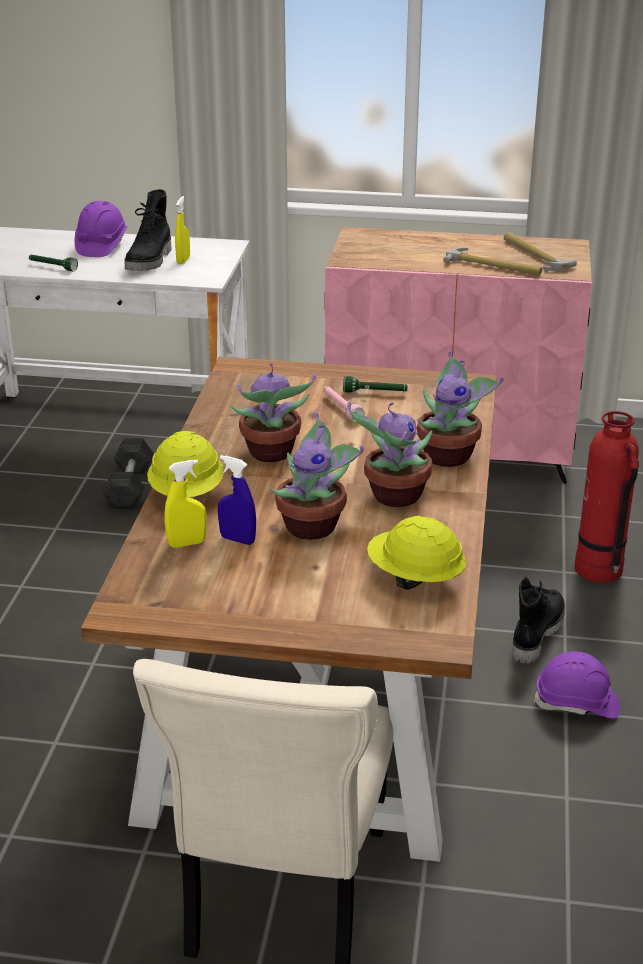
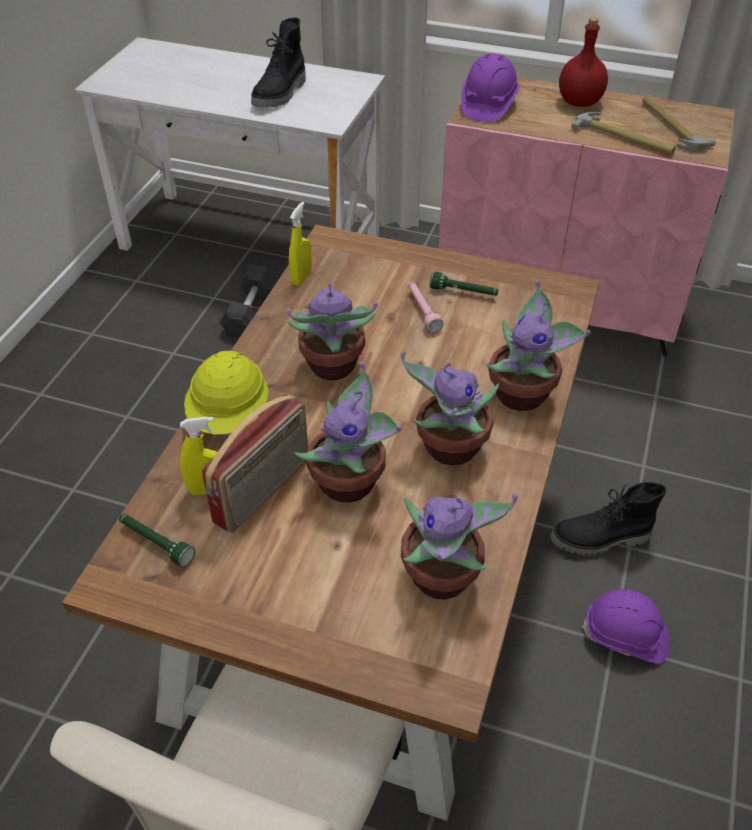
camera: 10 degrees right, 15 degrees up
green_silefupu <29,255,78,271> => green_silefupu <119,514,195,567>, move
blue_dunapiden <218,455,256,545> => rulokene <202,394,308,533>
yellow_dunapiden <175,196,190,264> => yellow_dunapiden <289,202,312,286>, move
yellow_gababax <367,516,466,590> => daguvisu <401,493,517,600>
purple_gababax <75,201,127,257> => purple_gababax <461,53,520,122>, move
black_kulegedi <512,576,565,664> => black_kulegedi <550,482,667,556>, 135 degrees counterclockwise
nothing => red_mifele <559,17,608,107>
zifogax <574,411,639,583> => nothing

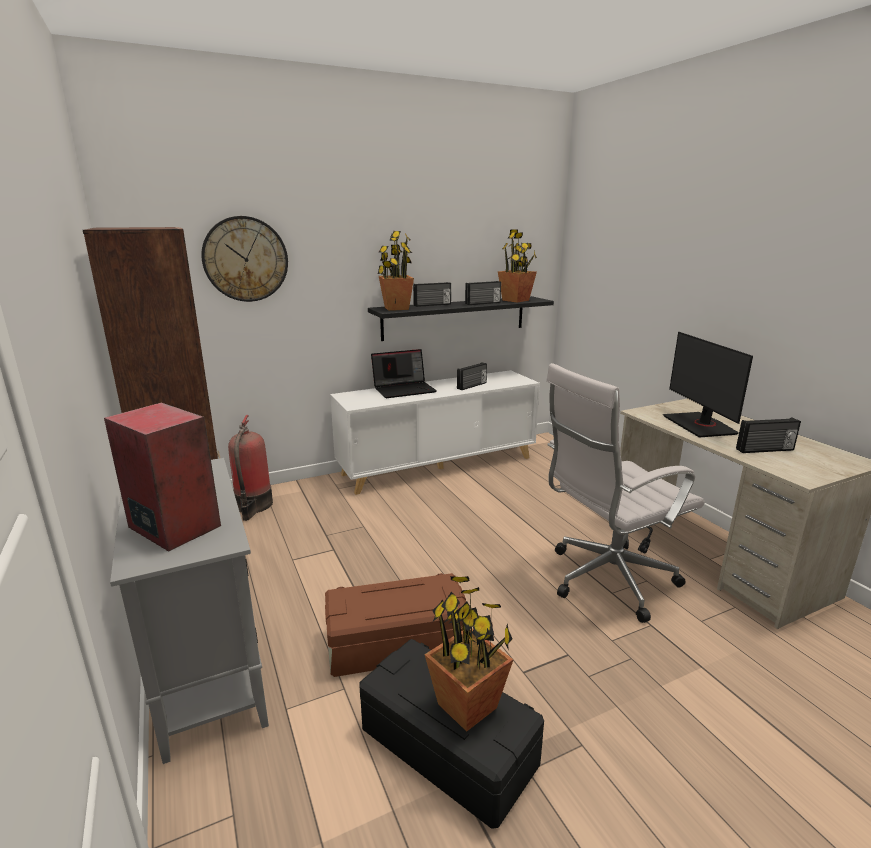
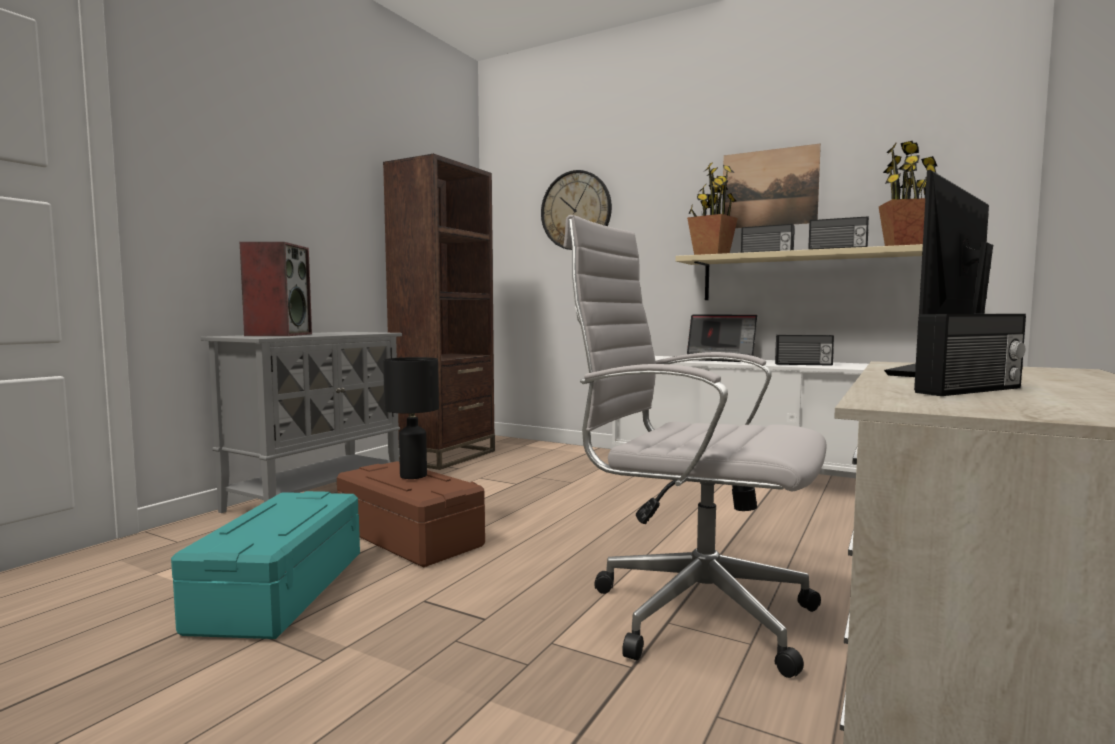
camera: 55 degrees right, 15 degrees down
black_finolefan <360,639,544,829> => turquoise_finolefan <171,491,360,639>
nothing => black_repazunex <383,357,439,479>
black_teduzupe <368,296,554,341> => beige_teduzupe <675,244,923,300>
nothing => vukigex <722,144,821,228>
rulokene <736,418,801,453> => rulokene <914,314,1026,396>, 75 degrees counterclockwise
zifogax <228,415,273,521> => nothing
daguvisu <424,576,513,732> => nothing

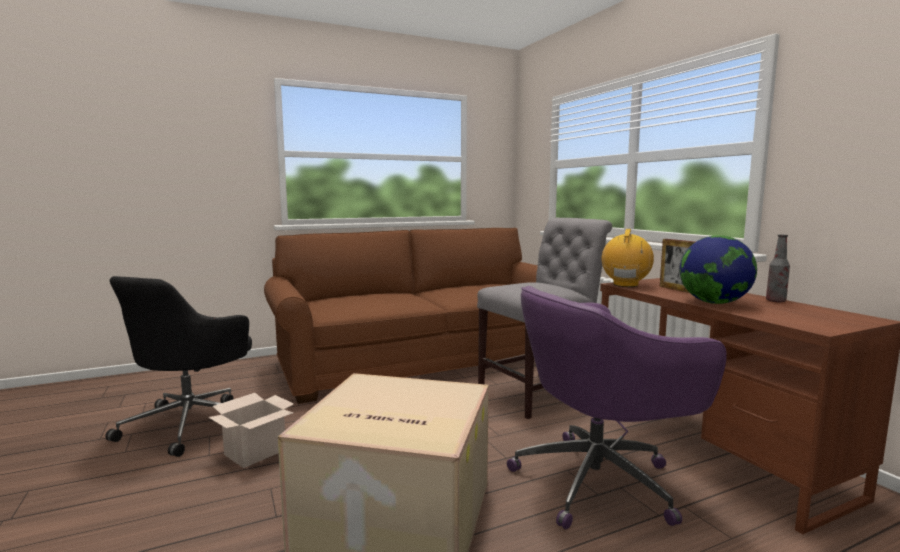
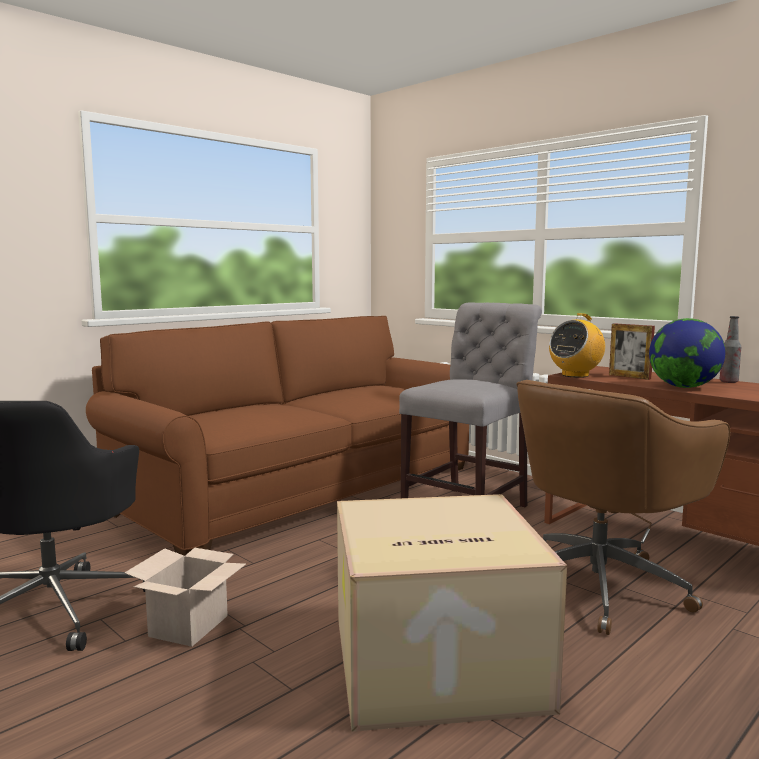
camera: 20 degrees left, 0 degrees up
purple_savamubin <507,286,727,529> => brown_savamubin <516,380,730,635>
rulokene <602,229,654,287> => rulokene <549,313,605,378>, 135 degrees counterclockwise

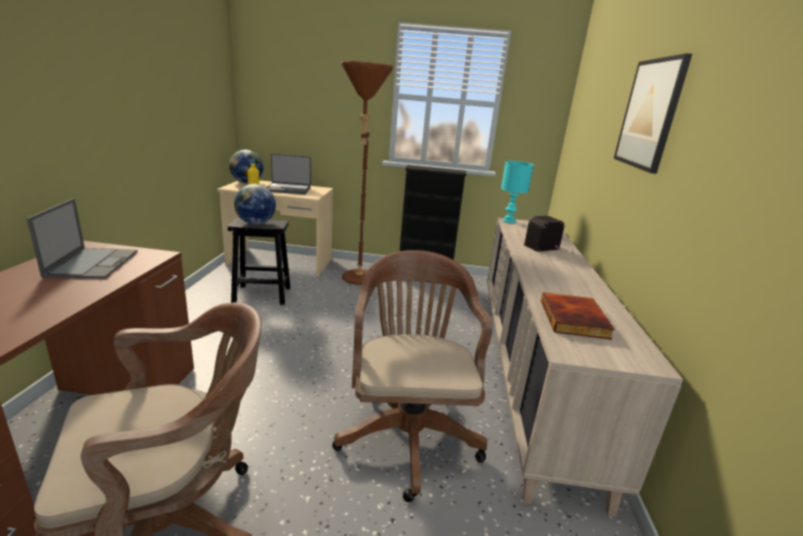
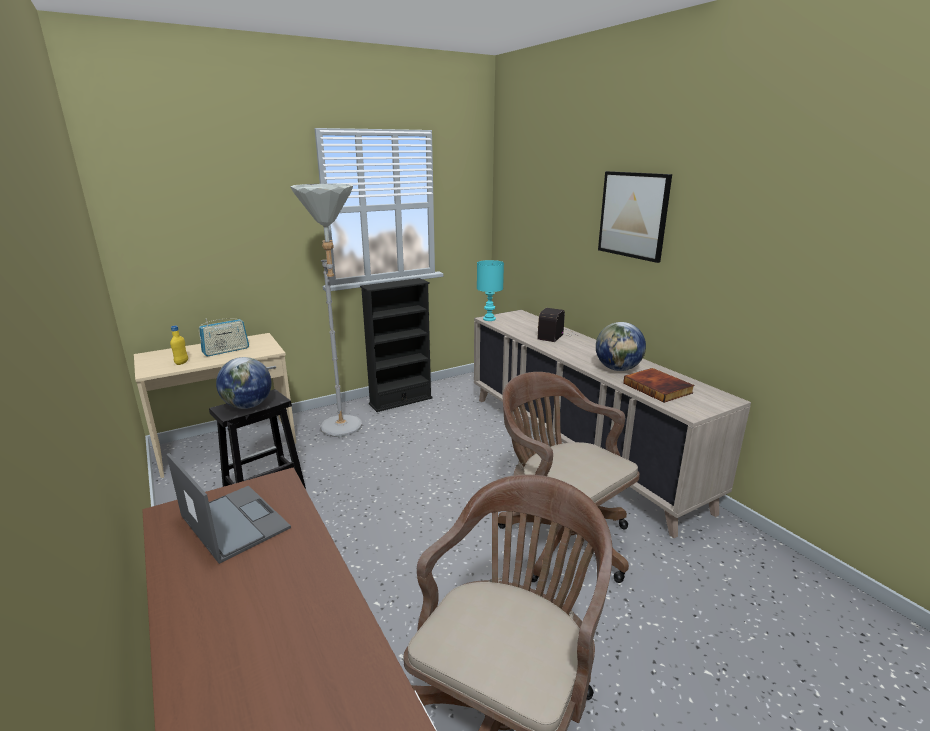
camera: 35 degrees left, 0 degrees up
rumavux <266,154,311,195> => rulokene <199,318,249,356>
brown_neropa <341,61,393,285> => grey_neropa <291,184,362,437>
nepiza <229,150,263,183> => nepiza <596,322,646,371>, move

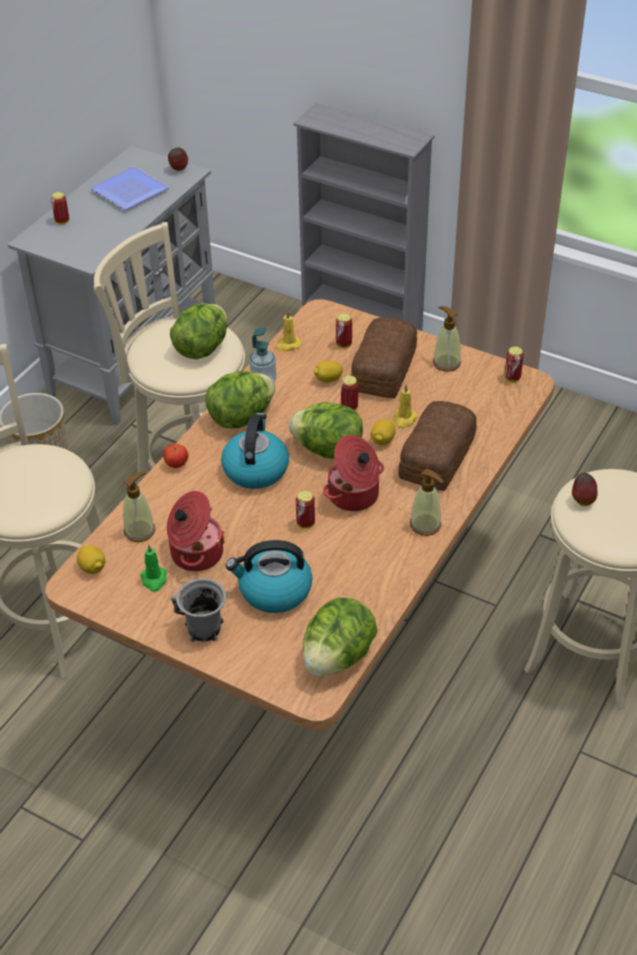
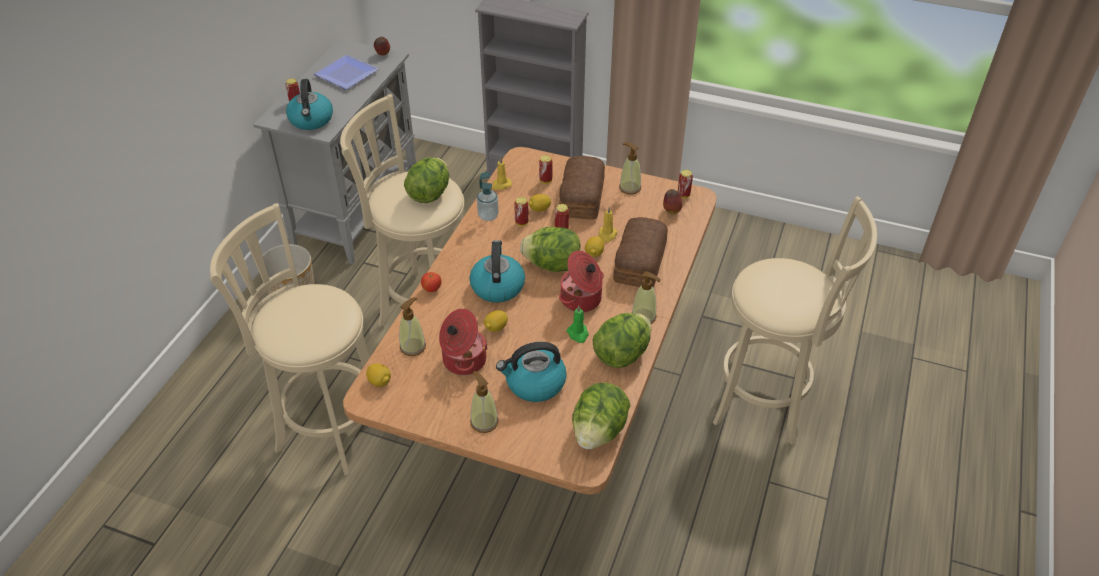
camera: 10 degrees left, 0 degrees up
nothing => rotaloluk <286,79,333,130>
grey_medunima <171,578,226,642> => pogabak <470,371,498,433>
nothing => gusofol <484,310,508,332>
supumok <296,491,315,529> => supumok <514,197,529,226>, move
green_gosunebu <140,544,167,592> => green_gosunebu <567,305,588,343>, move
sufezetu <205,371,275,429> => sufezetu <593,313,652,368>, move
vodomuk <572,473,598,506> => vodomuk <663,189,682,215>, move

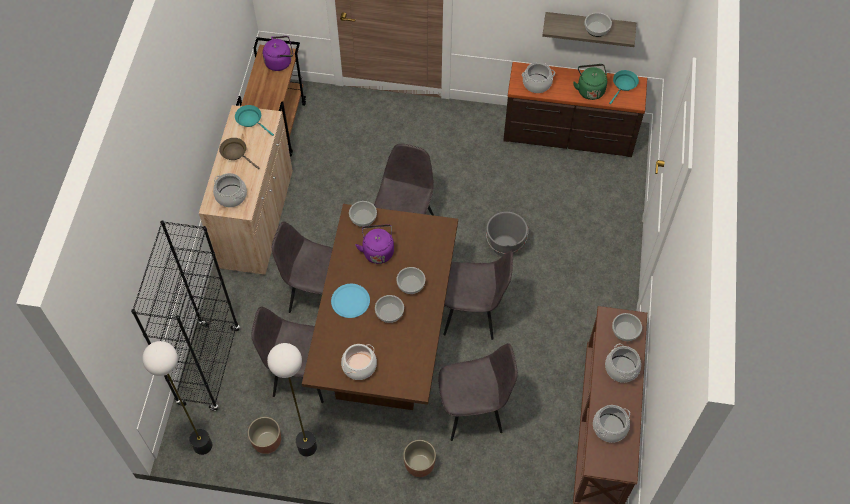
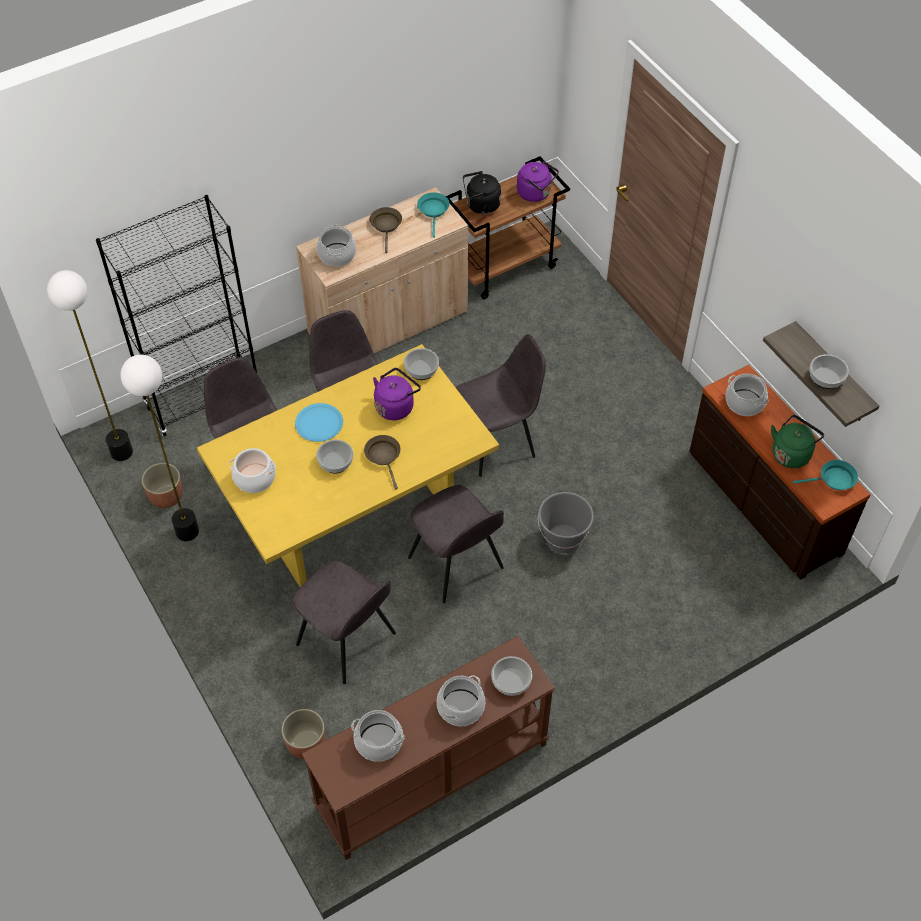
camera: 50 degrees right, 5 degrees down
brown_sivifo <302,204,458,410> => yellow_sivifo <197,344,499,587>
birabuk <403,440,436,477> => birabuk <281,709,325,759>, move
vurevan <396,267,425,294> => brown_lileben <364,435,400,489>
nothing => black_rotaloluk <463,171,501,214>

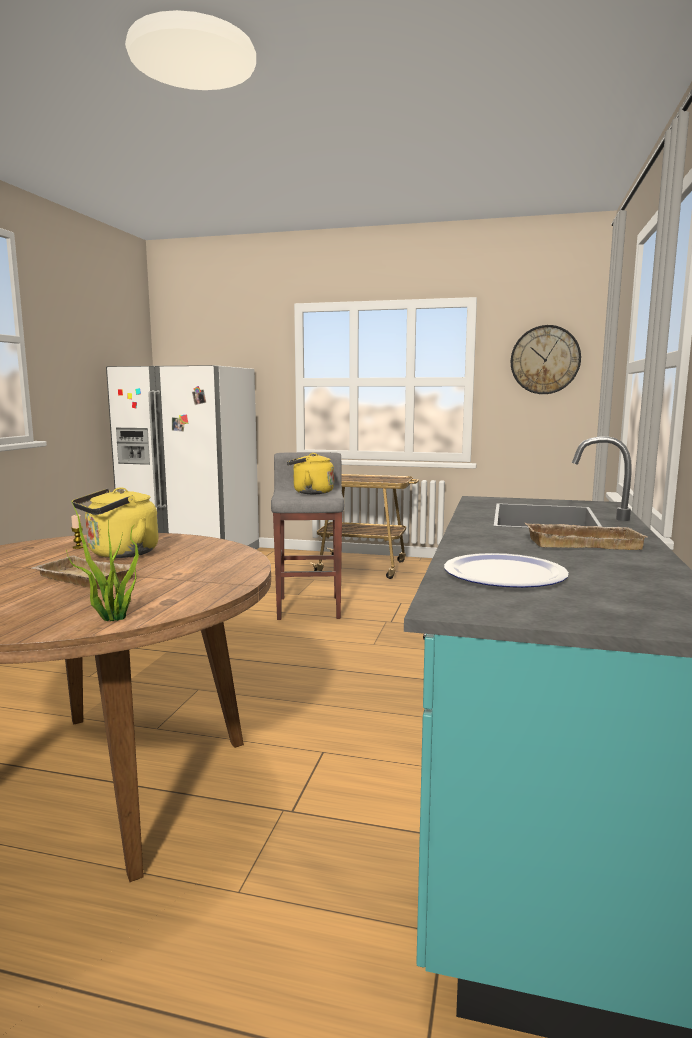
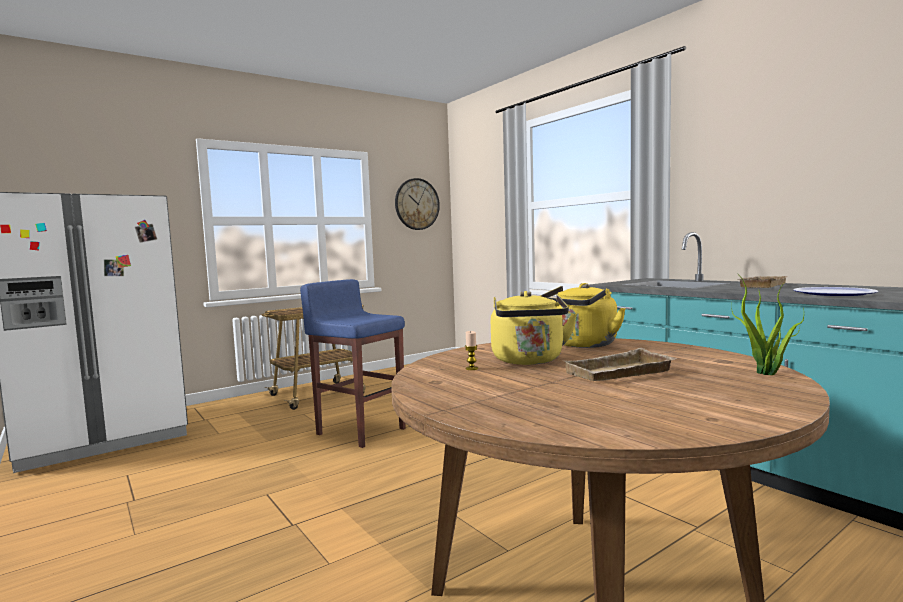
camera: 50 degrees left, 5 degrees down
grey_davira <271,452,344,620> => blue_davira <300,279,406,448>
yellow_rotaloluk <287,453,334,494> => yellow_rotaloluk <541,283,626,348>, move

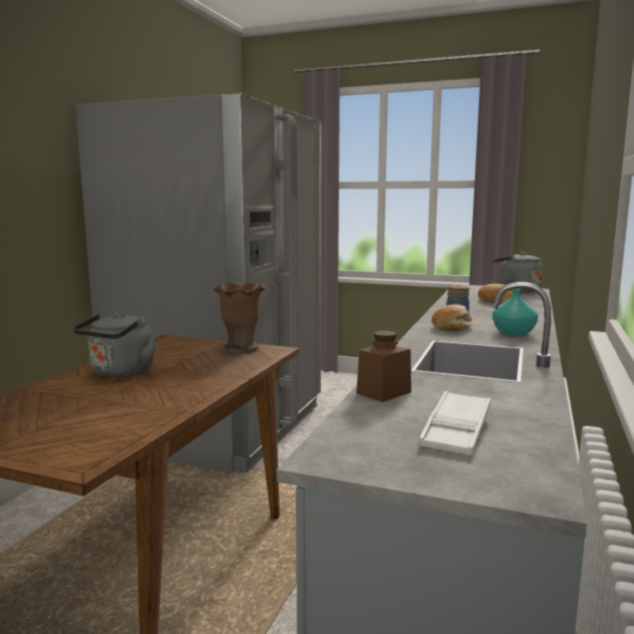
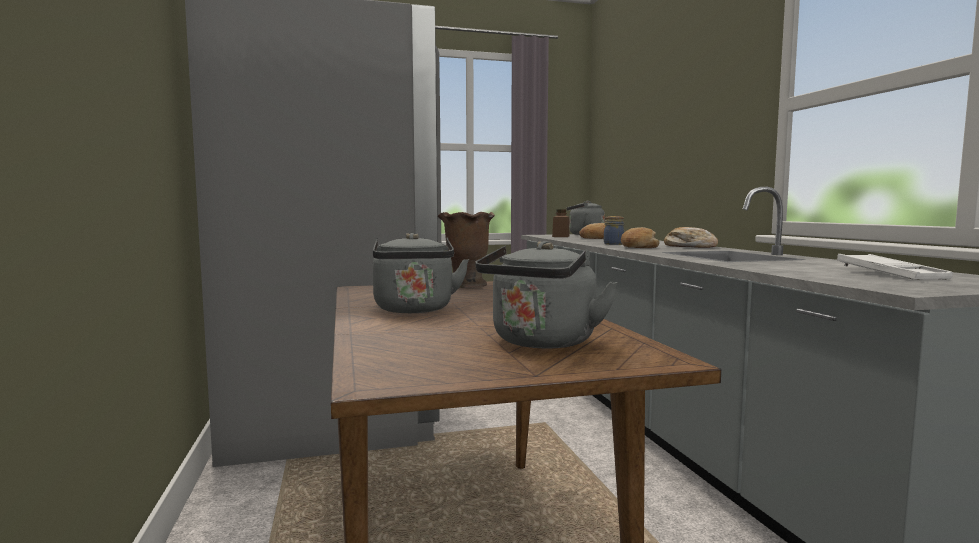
camera: 35 degrees left, 5 degrees down
nothing => grey_rotaloluk <475,241,618,349>
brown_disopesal <356,331,411,402> => brown_disopesal <552,210,569,237>, move
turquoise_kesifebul <492,288,538,336> => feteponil <664,227,718,248>

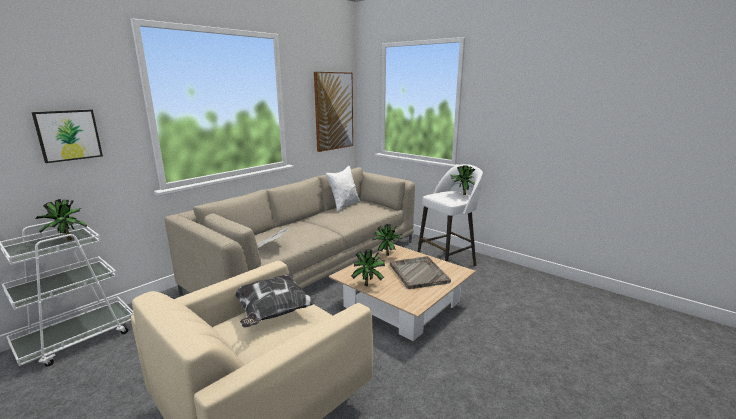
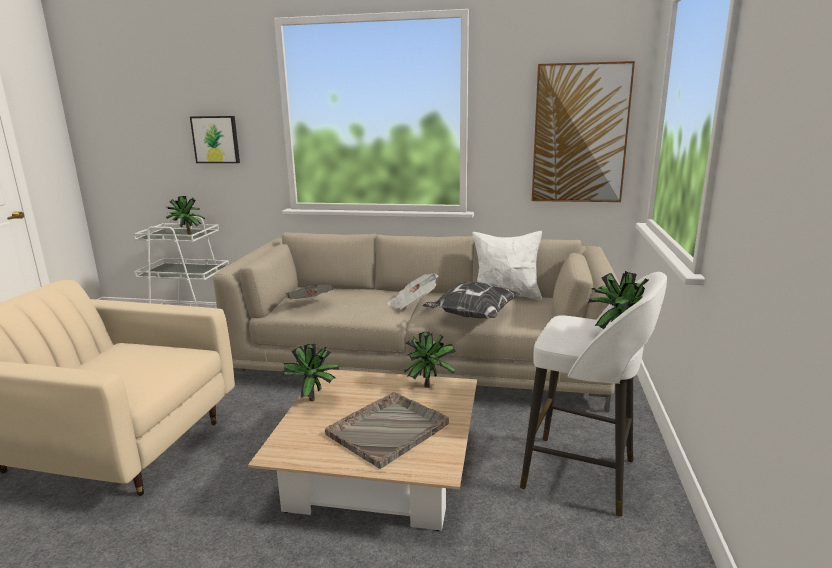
camera: 60 degrees right, 0 degrees up
nothing => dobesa <387,274,439,309>
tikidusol <235,274,318,328> => tikidusol <423,282,520,318>, move

